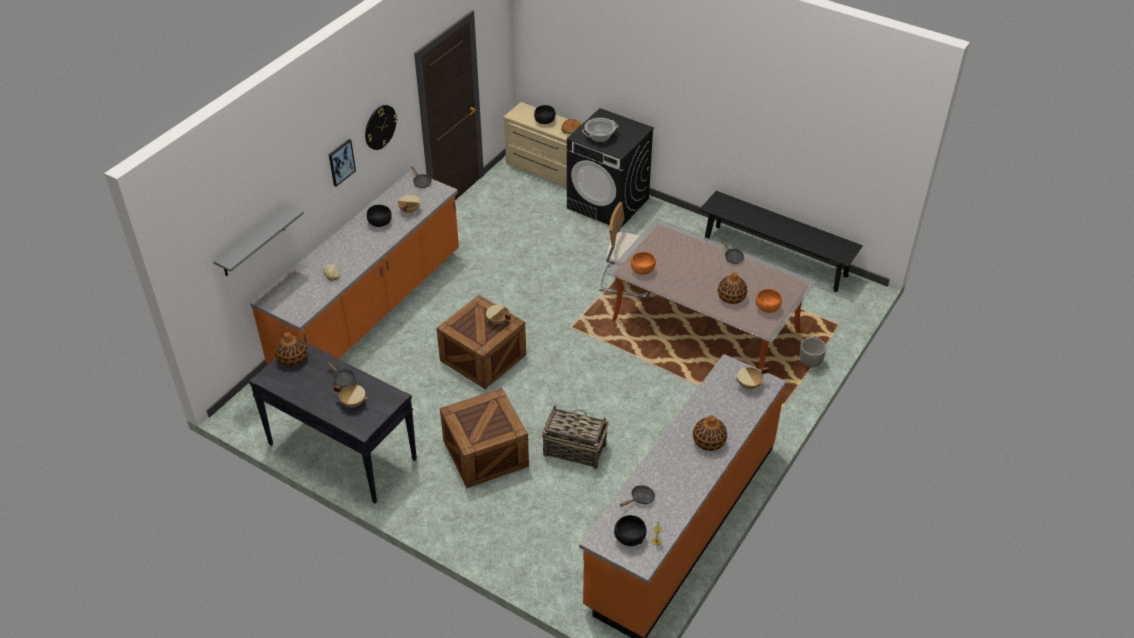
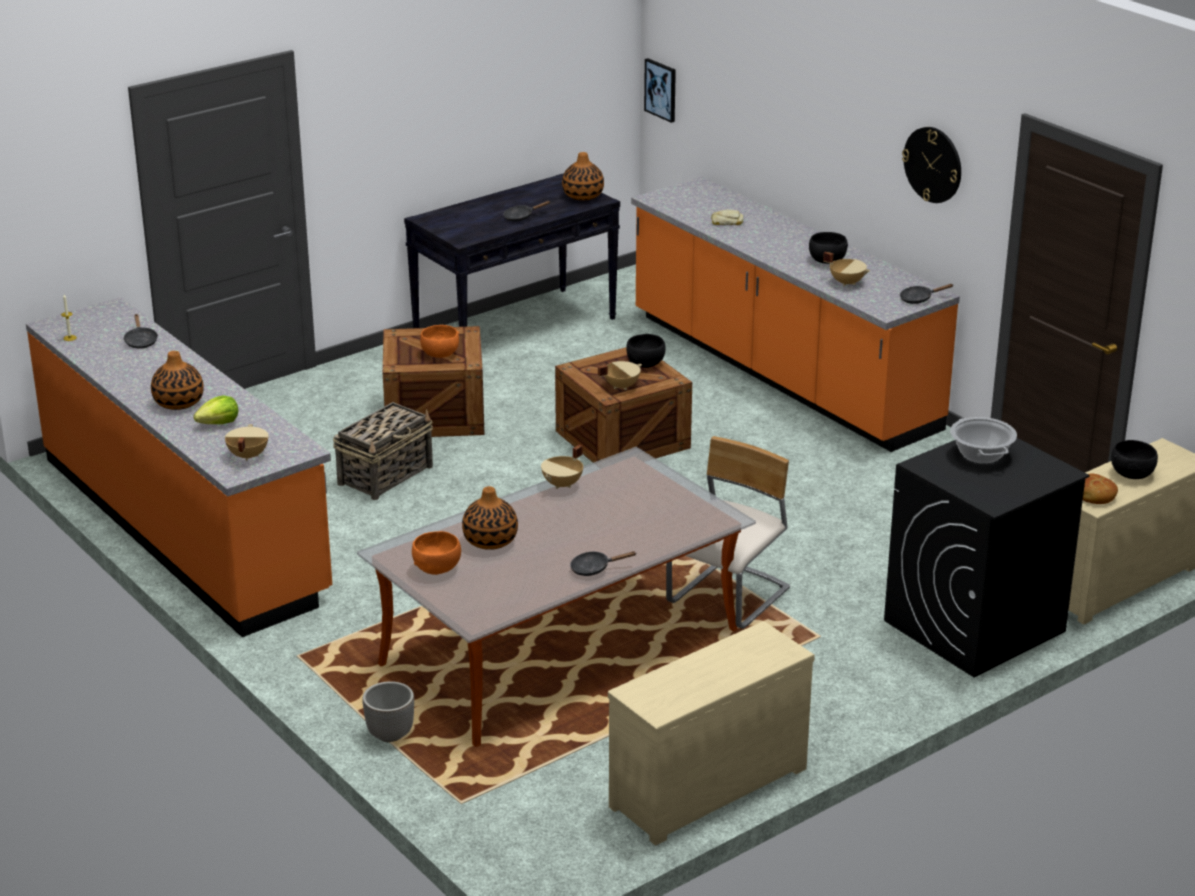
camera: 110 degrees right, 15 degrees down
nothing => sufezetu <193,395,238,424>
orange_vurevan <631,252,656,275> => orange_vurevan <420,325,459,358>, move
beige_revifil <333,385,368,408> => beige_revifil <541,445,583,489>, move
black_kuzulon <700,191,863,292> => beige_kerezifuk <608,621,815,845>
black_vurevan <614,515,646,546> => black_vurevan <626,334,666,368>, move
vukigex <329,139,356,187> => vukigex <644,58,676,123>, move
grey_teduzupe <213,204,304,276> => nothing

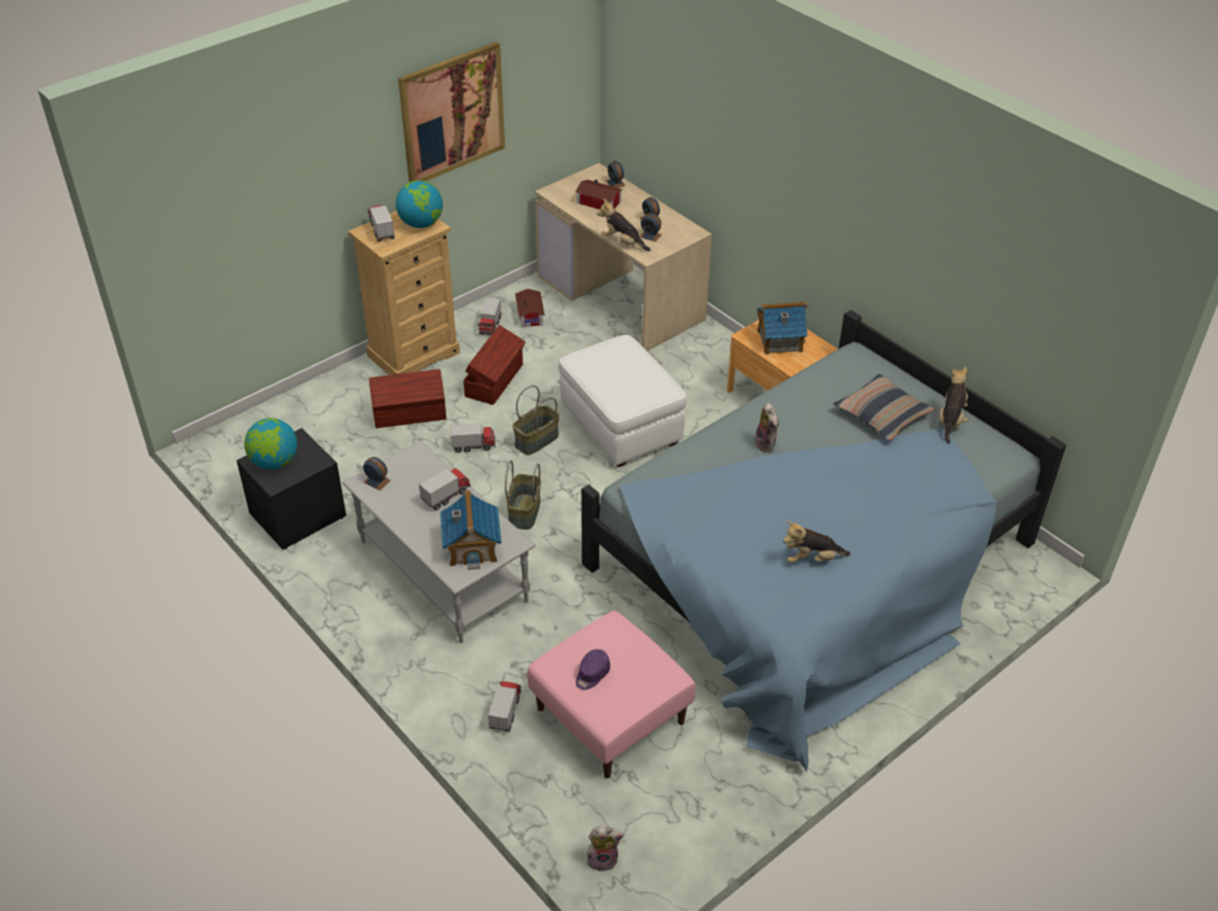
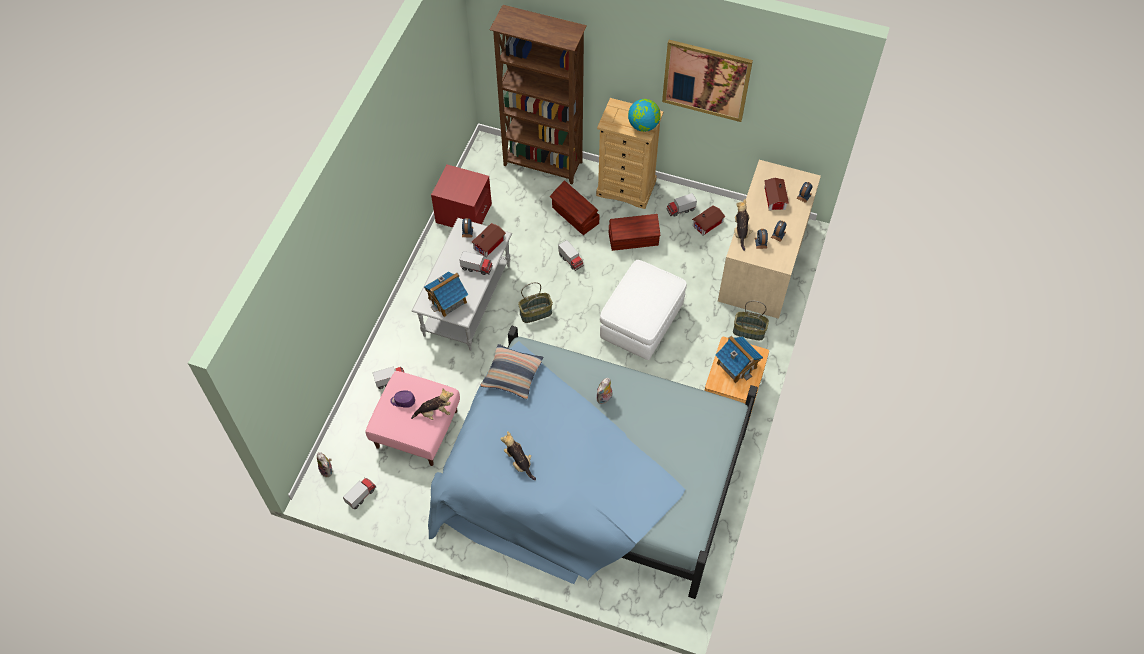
camera: 60 degrees right, 15 degrees up
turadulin <368,205,395,242> => turadulin <343,478,376,509>, move
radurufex <939,367,969,444> => radurufex <411,388,453,420>, move
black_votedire <236,428,346,550> => red_votedire <431,164,492,228>
nothing => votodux <471,223,506,257>
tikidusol <834,374,935,441> => tikidusol <480,344,543,399>, move
nothing => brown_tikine <489,5,587,184>
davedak <513,385,559,455> => davedak <733,301,769,340>, move
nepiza <244,418,297,470> => nothing

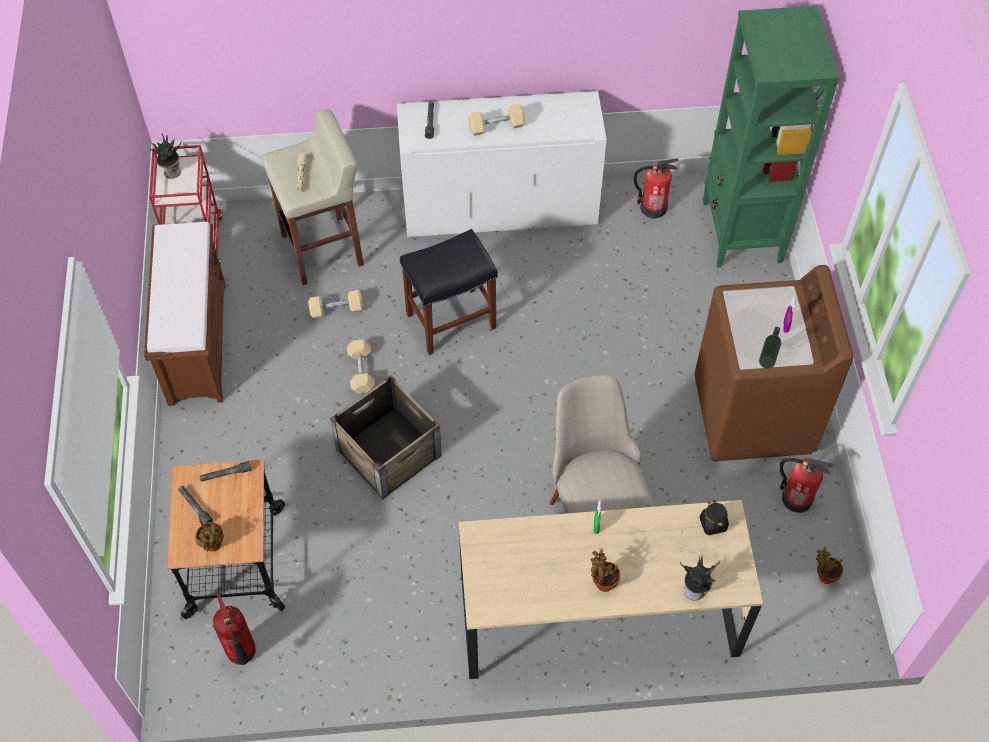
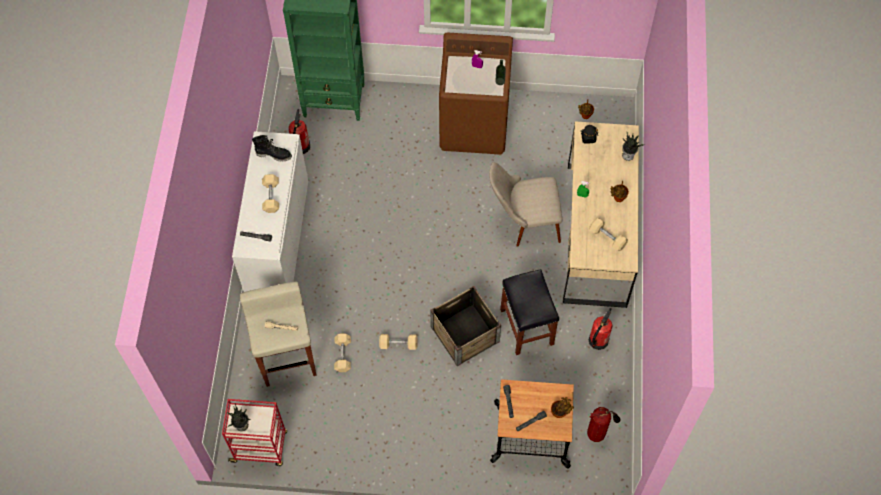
camera: 80 degrees left, 5 degrees up
nothing => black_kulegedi <252,135,292,162>
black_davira <400,229,498,355> => black_davira <500,269,559,355>, move
nothing => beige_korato <589,218,628,251>
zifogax <779,458,834,513> => zifogax <589,308,613,350>, move
brown_kuzulon <144,222,226,406> => nothing

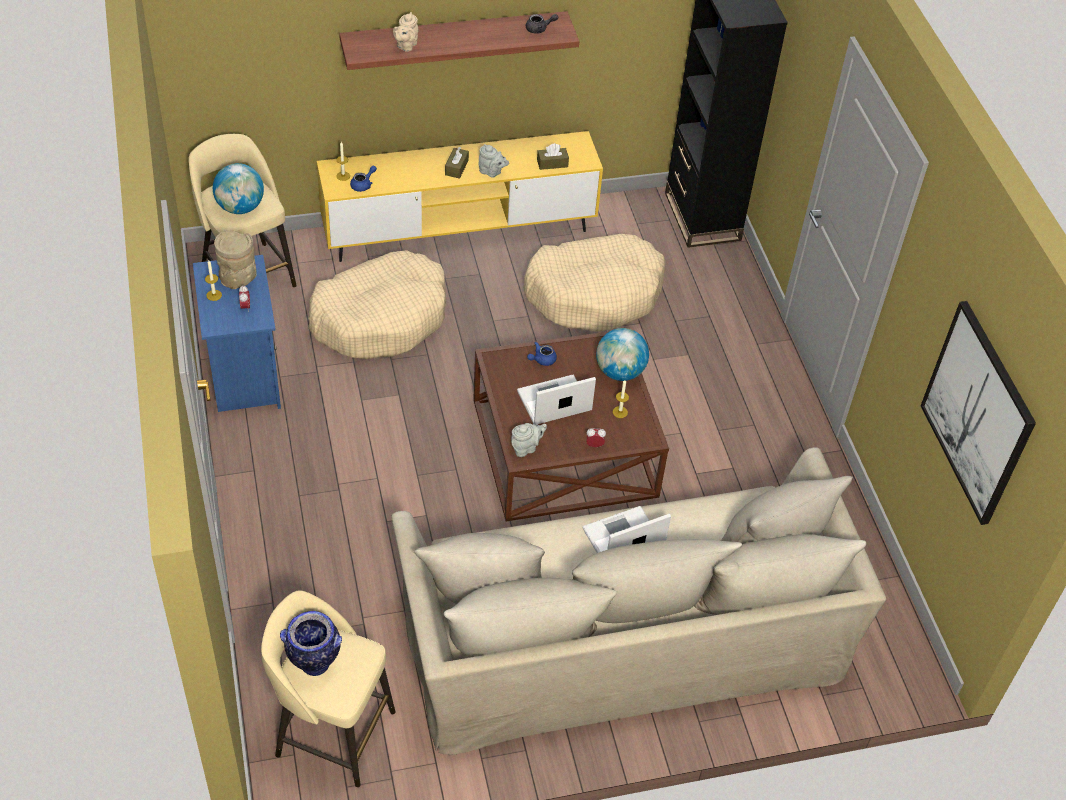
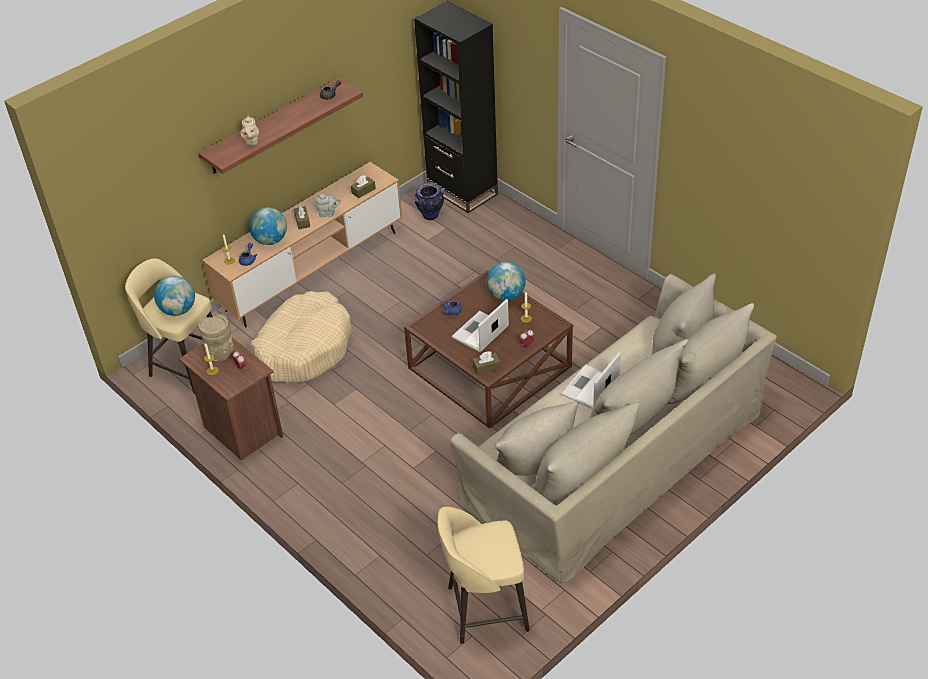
camera: 25 degrees left, 5 degrees down
blue_votedire <193,255,281,412> => brown_votedire <179,337,283,460>
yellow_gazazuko <317,131,603,262> => brown_gazazuko <202,162,402,328>
nothing => nepiza <249,207,287,245>
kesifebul <280,611,342,676> => kesifebul <413,182,444,220>, move
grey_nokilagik <511,423,547,457> => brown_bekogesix <472,352,501,375>
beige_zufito <523,234,665,332> => nothing
vukigex <921,301,1036,525> => nothing

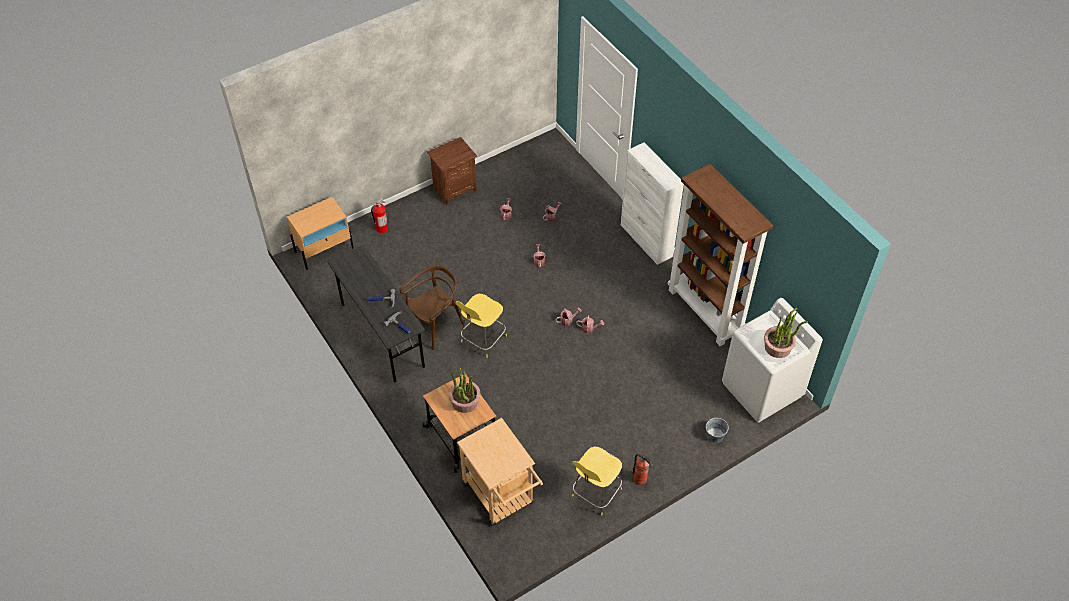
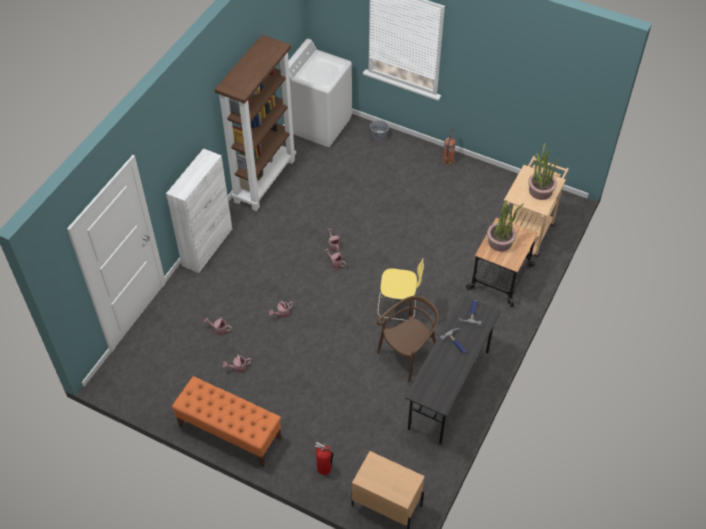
camera: 120 degrees left, 0 degrees up
brown_votedire <427,137,477,205> => orange_kuzulon <172,376,281,467>
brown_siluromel <399,265,463,350> => brown_siluromel <377,296,438,382>, 120 degrees clockwise
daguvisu <764,308,808,358> => daguvisu <528,143,558,200>, move
yellow_davira <572,446,622,515> => nothing

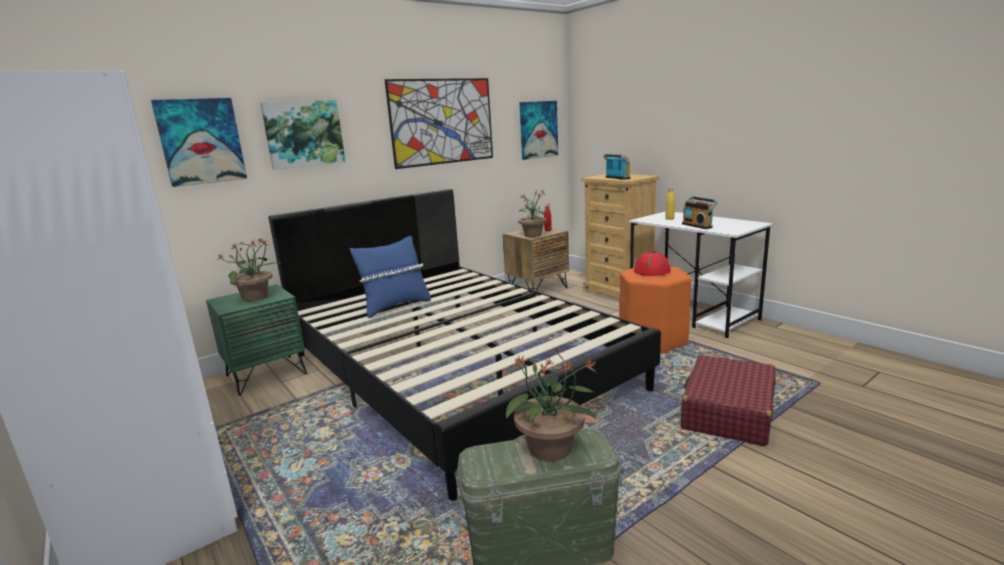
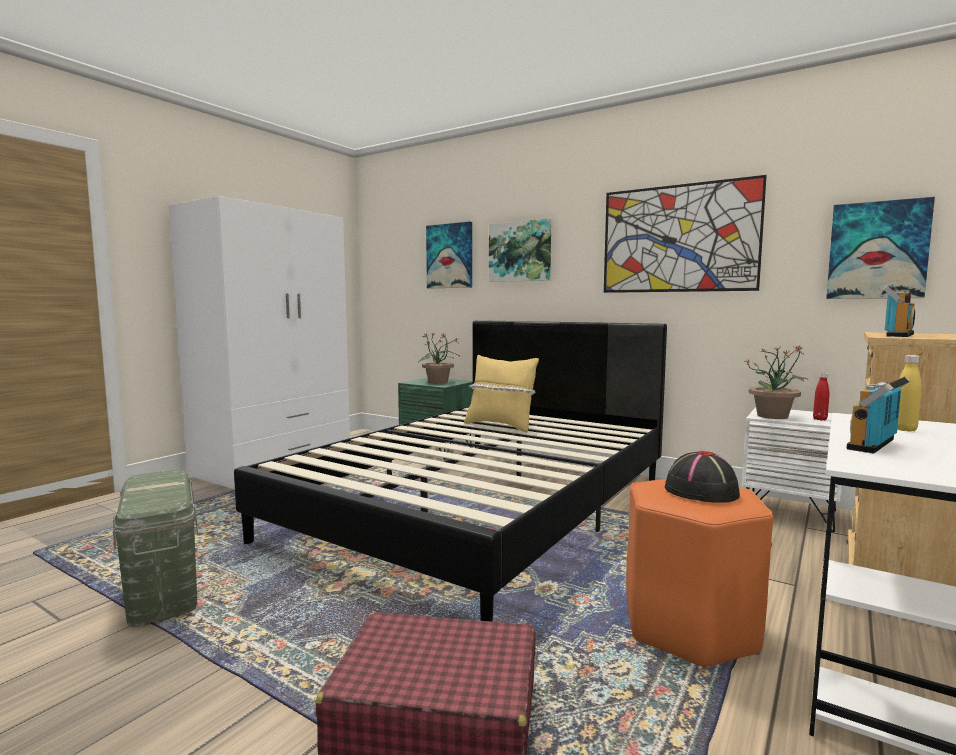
camera: 70 degrees right, 10 degrees down
blue_tikidusol <350,236,431,318> => yellow_tikidusol <464,355,539,433>
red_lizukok <634,251,671,276> => black_lizukok <665,451,740,503>
brown_votedire <503,226,569,291> => white_votedire <742,407,842,532>
daguvisu <506,347,597,462> => nothing

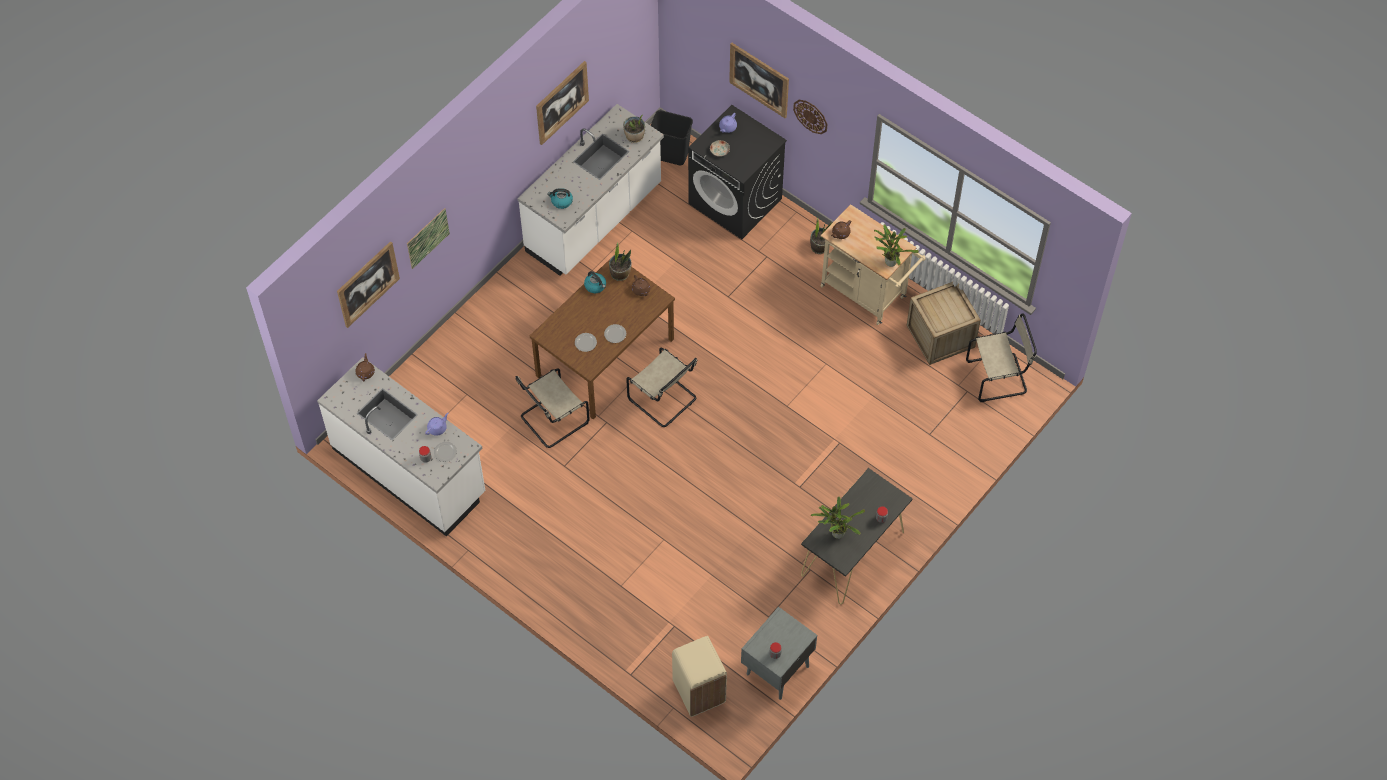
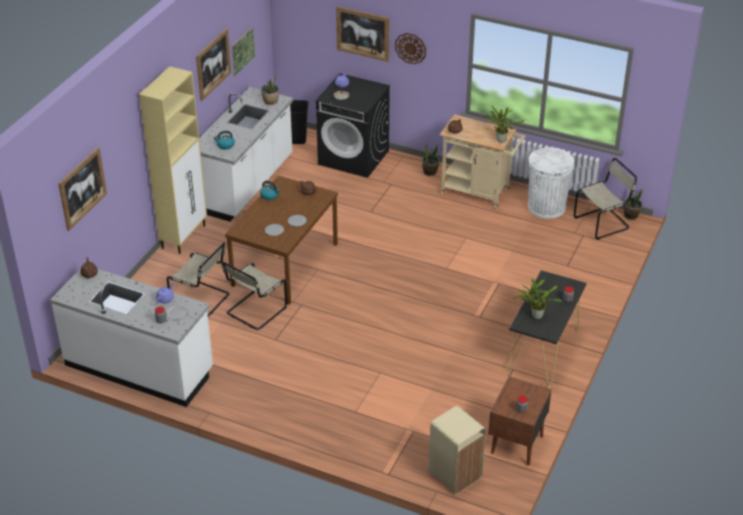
camera: 15 degrees left, 20 degrees down
nothing => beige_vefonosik <139,66,207,254>
beige_siluromel <626,348,697,427> => beige_siluromel <167,242,229,316>, move
vukigex <407,208,450,269> => vukigex <232,27,255,76>, move
grey_votedire <741,607,817,700> => brown_votedire <488,377,552,466>
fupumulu <907,282,981,365> => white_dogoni <528,147,574,219>
daguvisu <609,242,632,281> => daguvisu <624,188,643,220>, move

